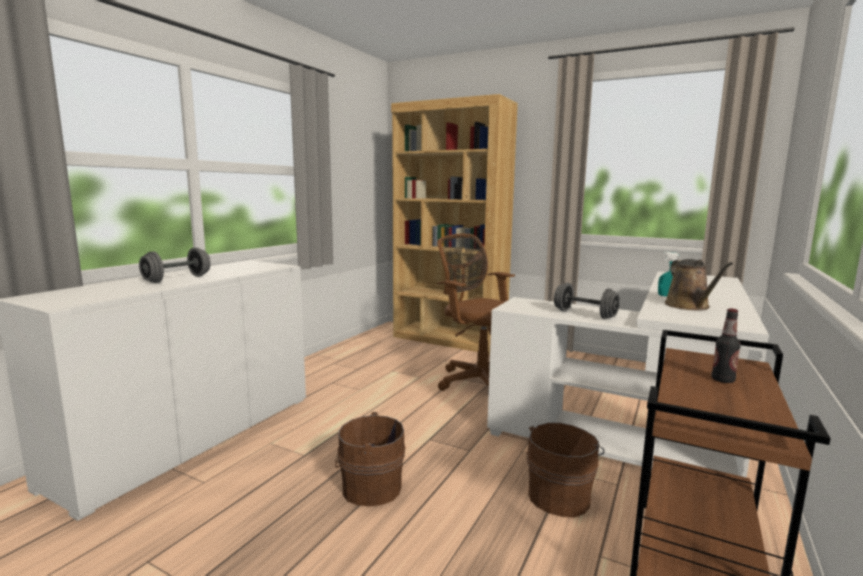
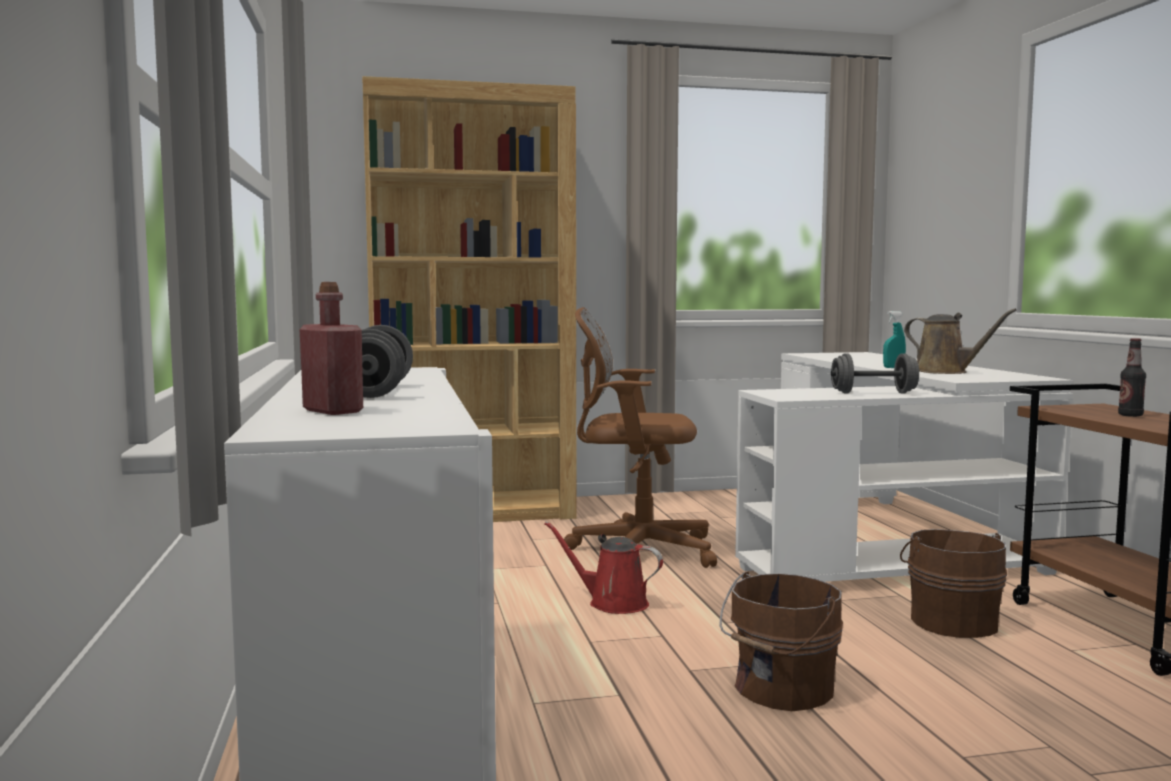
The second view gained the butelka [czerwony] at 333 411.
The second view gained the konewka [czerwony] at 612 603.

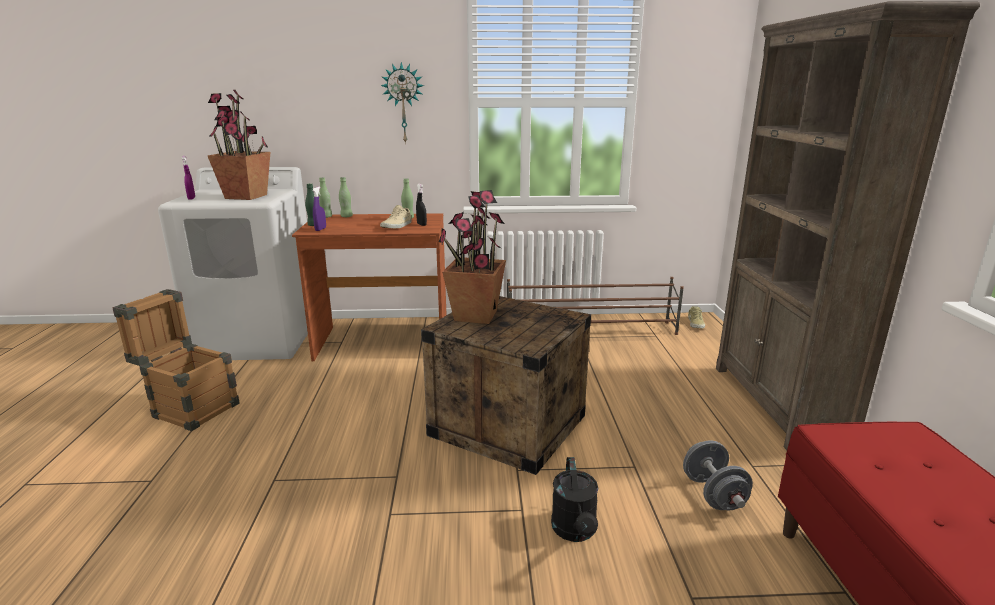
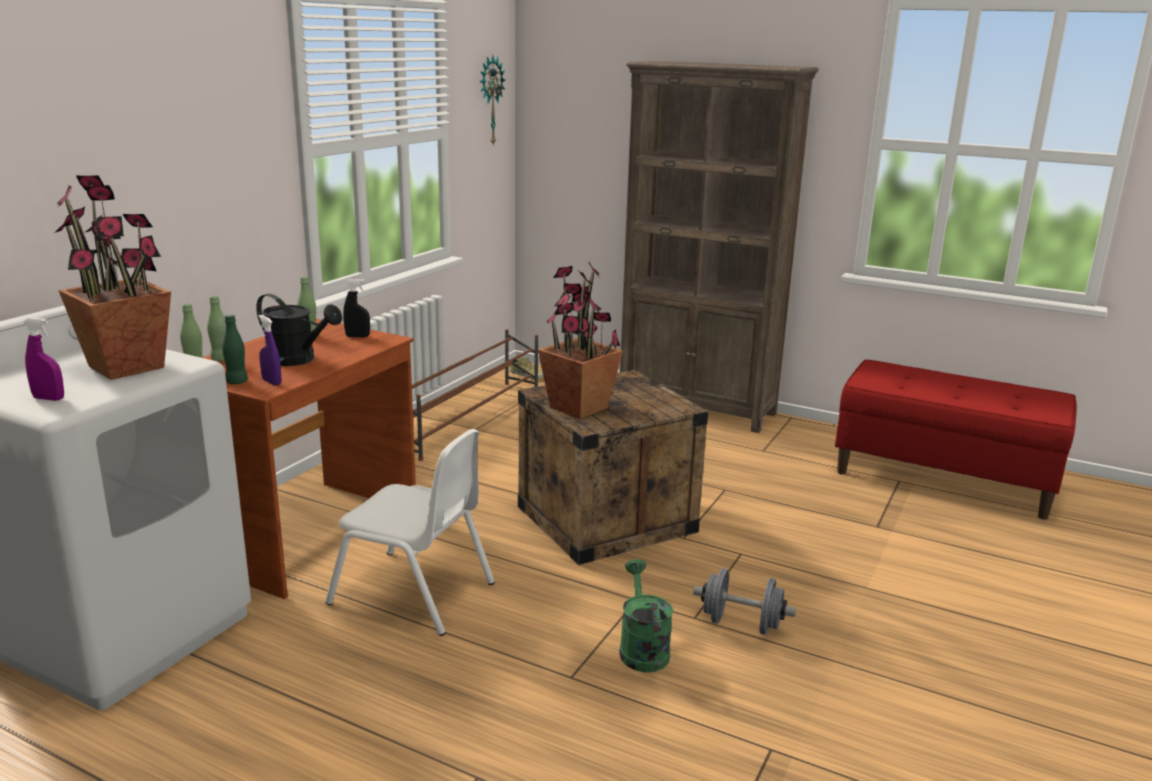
The second view lost the skrzynka at 190 408.
The second view lost the but [beżowy] at 397 226.
The zegar ścienny ended up elsewhere, having gone from 403 103 to 489 101.
The konewka [czarny] ended up elsewhere, having gone from 575 532 to 298 360.
The hantel [szary] ended up elsewhere, having gone from 713 494 to 741 624.
The second view gained the krzesło [biały] at 413 593.
The second view gained the konewka [zielony] at 642 648.

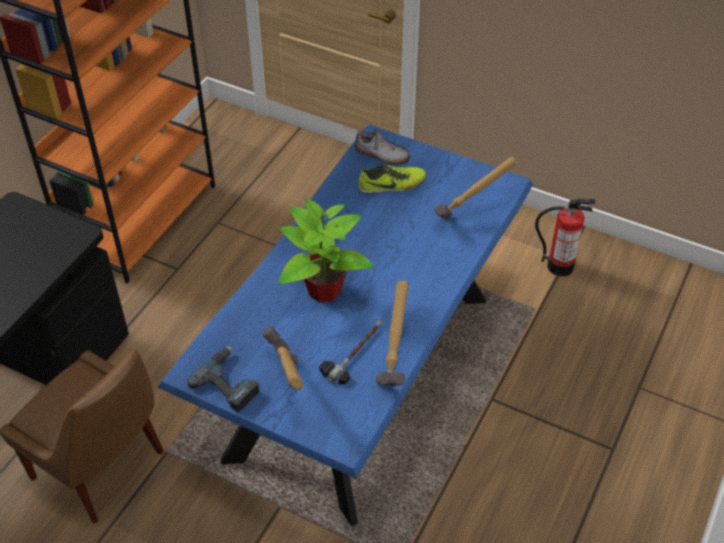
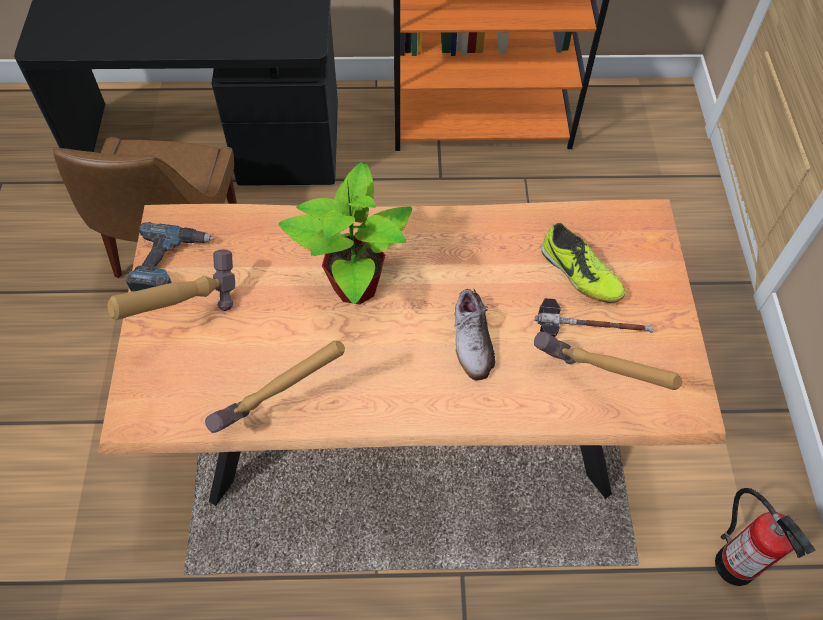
What was the stół jadalny [niebieski] at 362 377 turned into the stół jadalny [brązowy] at 409 415.
The młotek ended up elsewhere, having gone from 354 353 to 592 325.
The but ended up elsewhere, having gone from 381 154 to 471 341.

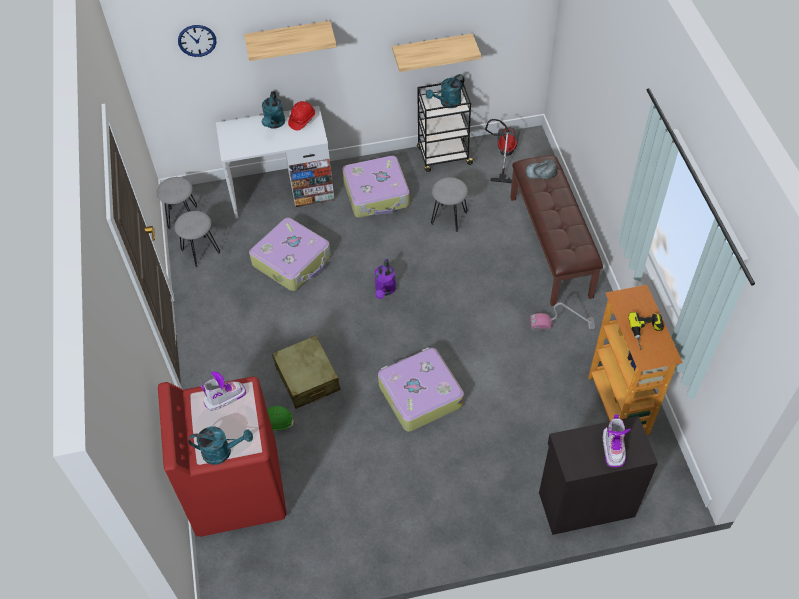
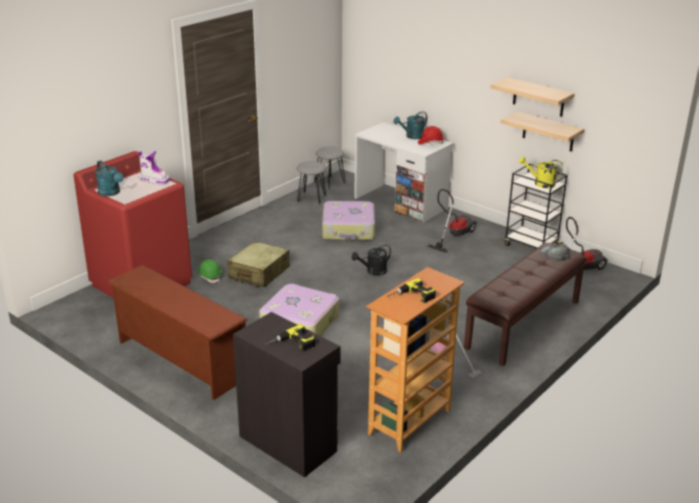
The second view lost the zegar ścienny at 197 40.
The półka ended up elsewhere, having gone from 289 39 to 538 97.
Where the walizka stood at 377 194, the odkurzacz came to stand at 453 235.
What was the konewka [fioletowy] at 385 290 turned into the konewka [czarny] at 373 272.
What was the konewka [turkusowy] at 447 103 turned into the konewka [żółty] at 540 183.
The second view lost the stołek [szary] at 449 217.
Where the but z cholewką stood at 613 448, the wiertarka came to stand at 291 344.
The second view gained the regał na buty [brązowy] at 180 360.

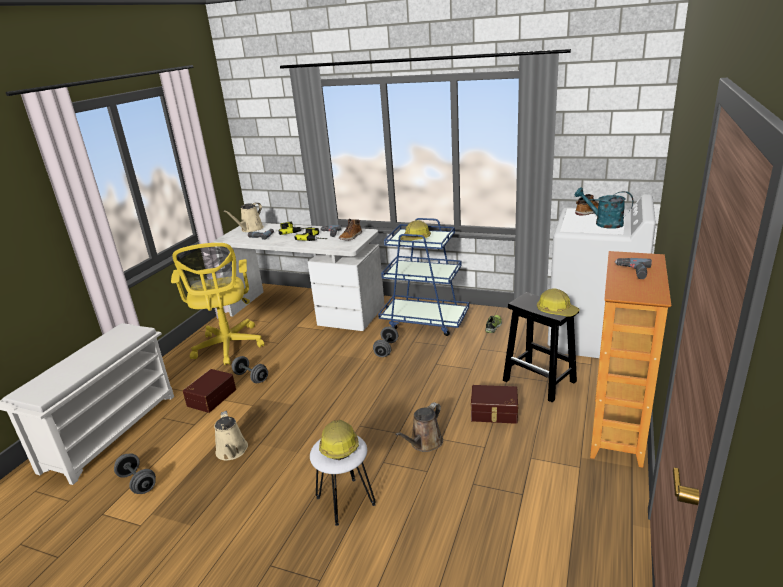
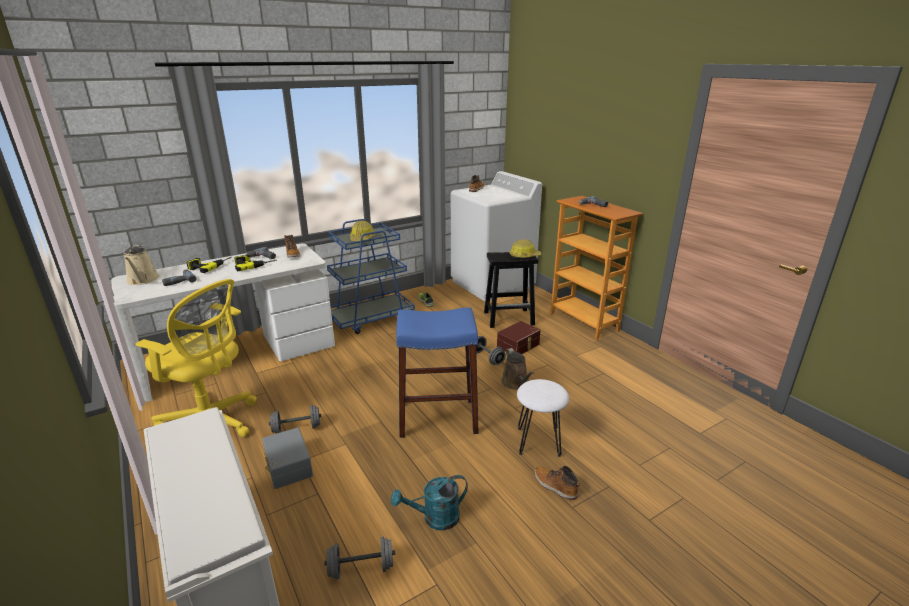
What was the pojemnik do przechowywania [brązowy] at 211 397 turned into the pojemnik do przechowywania [szary] at 287 466.
The second view lost the konewka [beżowy] at 232 451.
The second view lost the kask at 339 445.
The hantel [szary] ended up elsewhere, having gone from 386 349 to 487 358.
The konewka [turkusowy] ended up elsewhere, having gone from 603 223 to 435 518.
The second view gained the stołek [niebieski] at 438 417.
The second view gained the but z cholewką at 554 486.

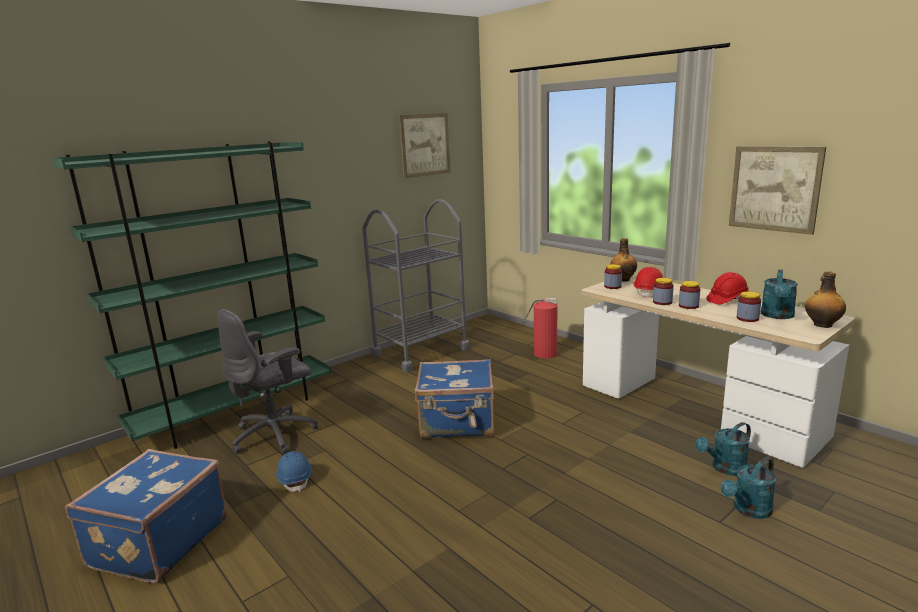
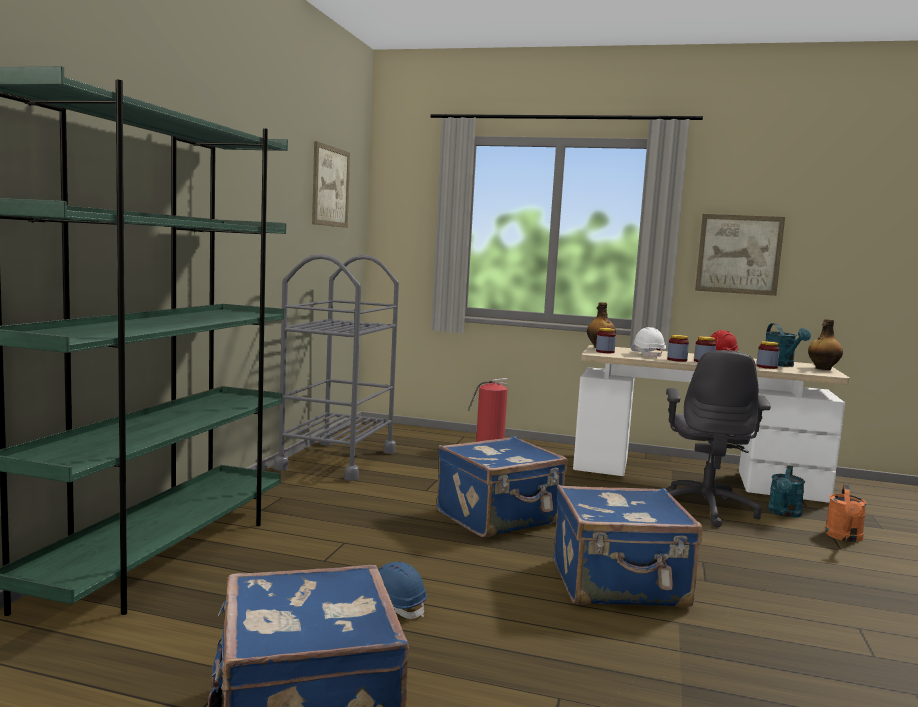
The krzesło biurowe [szary] ended up elsewhere, having gone from 276 434 to 706 509.
What was the kask [czerwony] at 649 292 turned into the kask [biały] at 647 354.
What was the konewka [turkusowy] at 748 510 turned into the konewka [pomarańczowy] at 844 537.
The second view gained the walizka [niebieski] at 620 585.

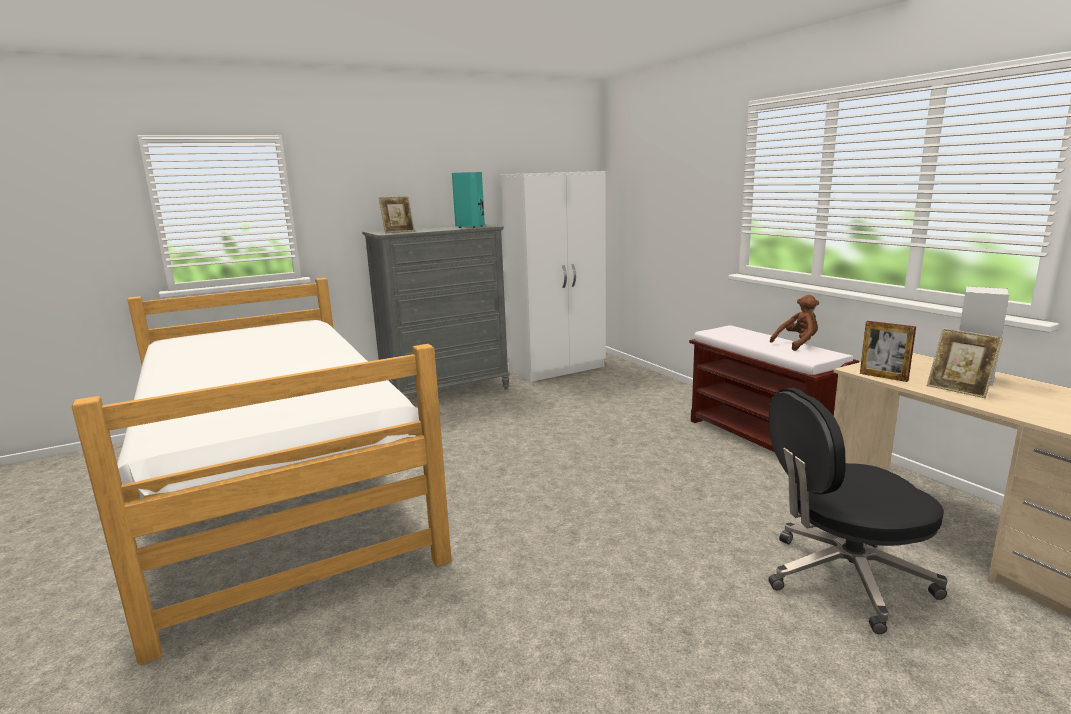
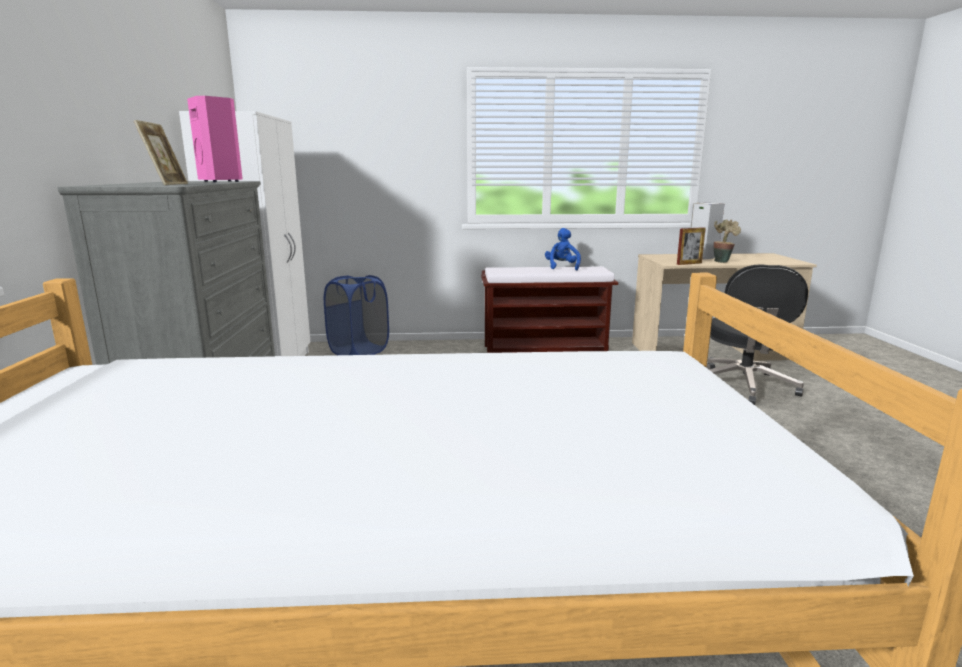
What was the głośnik [turkusowy] at 471 226 turned into the głośnik [różowy] at 221 181.
What was the pluszak [brązowy] at 797 344 turned into the pluszak [niebieski] at 562 267.
Where the ramka na zdjęcie stood at 958 390, the roślina doniczkowa came to stand at 722 261.
The second view gained the kosz na pranie [niebieski] at 359 351.

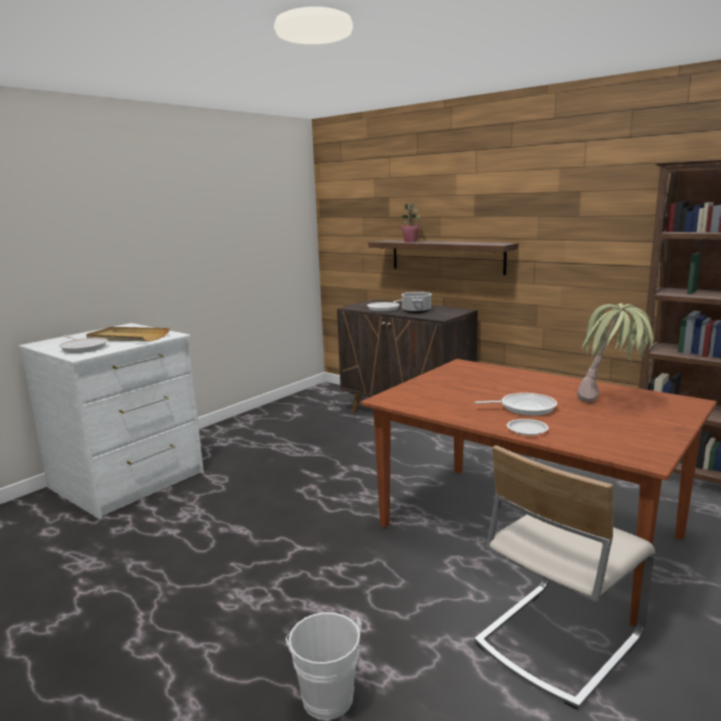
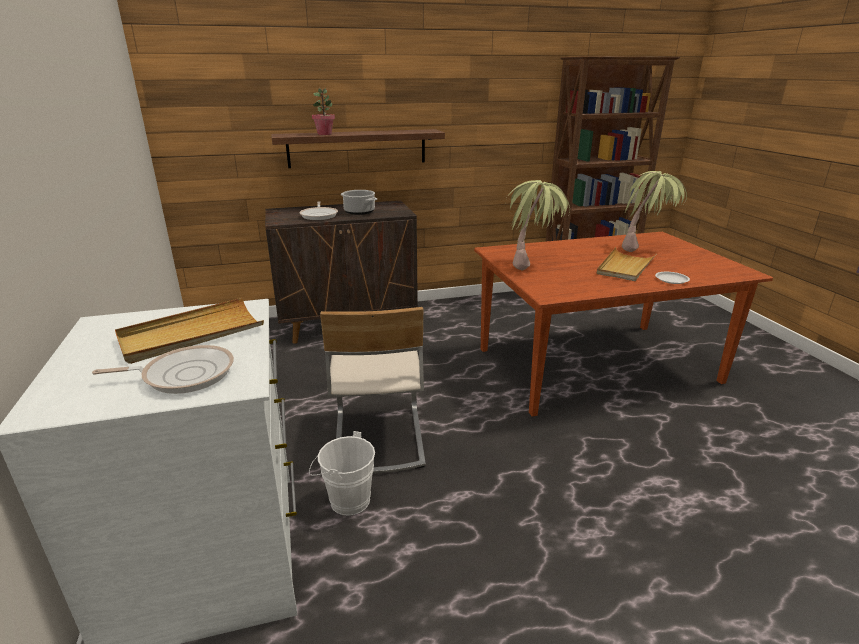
The wiadro [biały] ended up elsewhere, having gone from 326 694 to 345 499.
The krzesło [beżowy] ended up elsewhere, having gone from 557 639 to 377 438.
Where the patelnia stood at 524 407, the taca [beżowy] came to stand at 625 267.
The second view gained the roślina doniczkowa at 533 264.

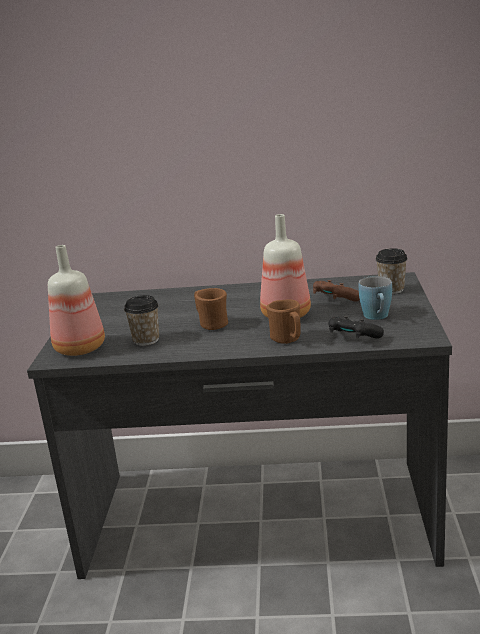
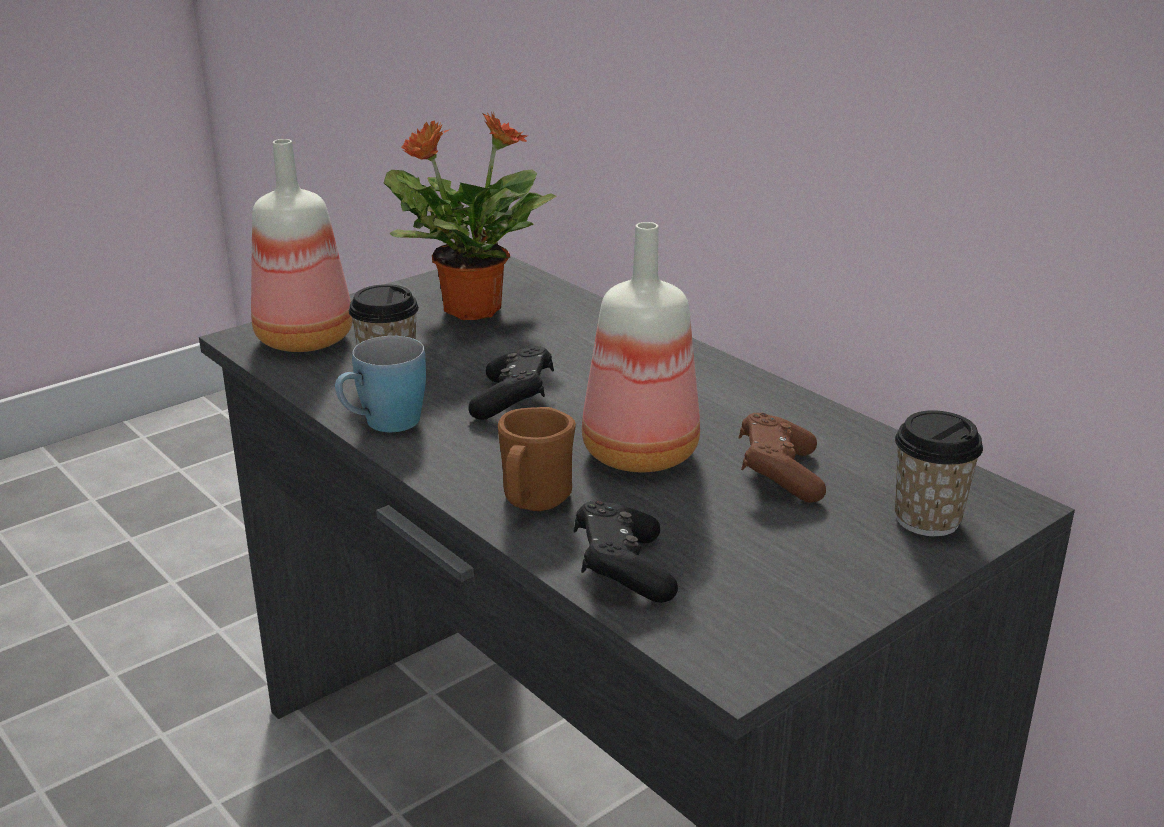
Where the kubek [brązowy] stood at 211 324, the pad do gier [czarny] came to stand at 513 401.
The kubek [niebieski] ended up elsewhere, having gone from 377 317 to 382 425.
The second view gained the roślina doniczkowa at 470 309.

